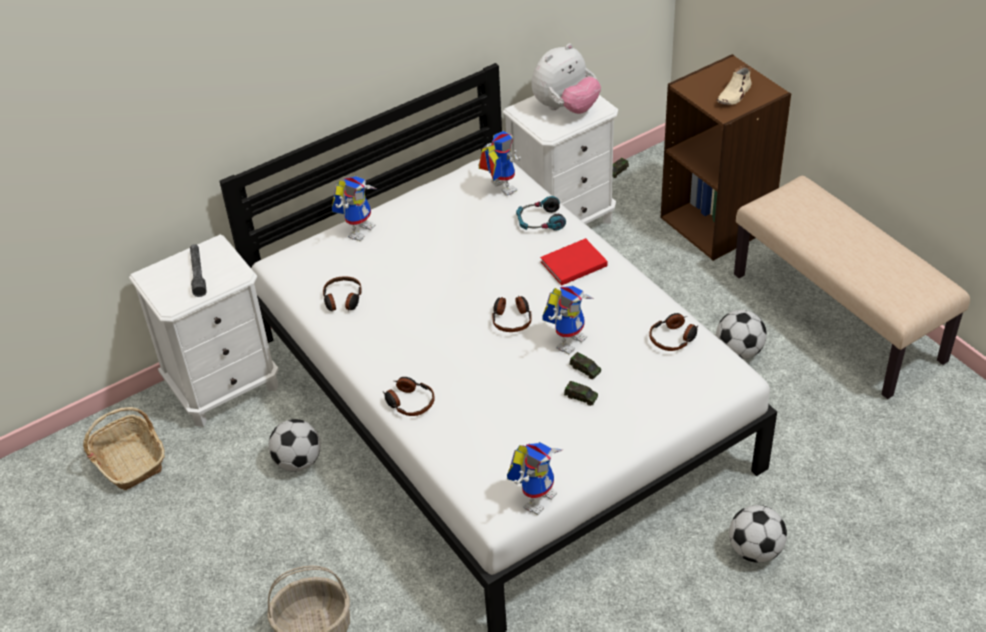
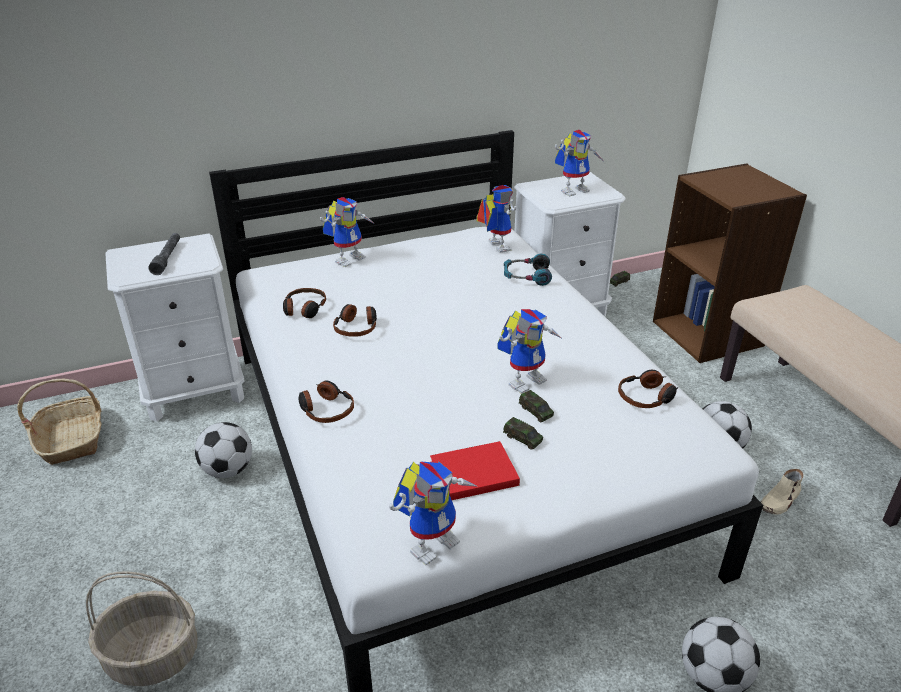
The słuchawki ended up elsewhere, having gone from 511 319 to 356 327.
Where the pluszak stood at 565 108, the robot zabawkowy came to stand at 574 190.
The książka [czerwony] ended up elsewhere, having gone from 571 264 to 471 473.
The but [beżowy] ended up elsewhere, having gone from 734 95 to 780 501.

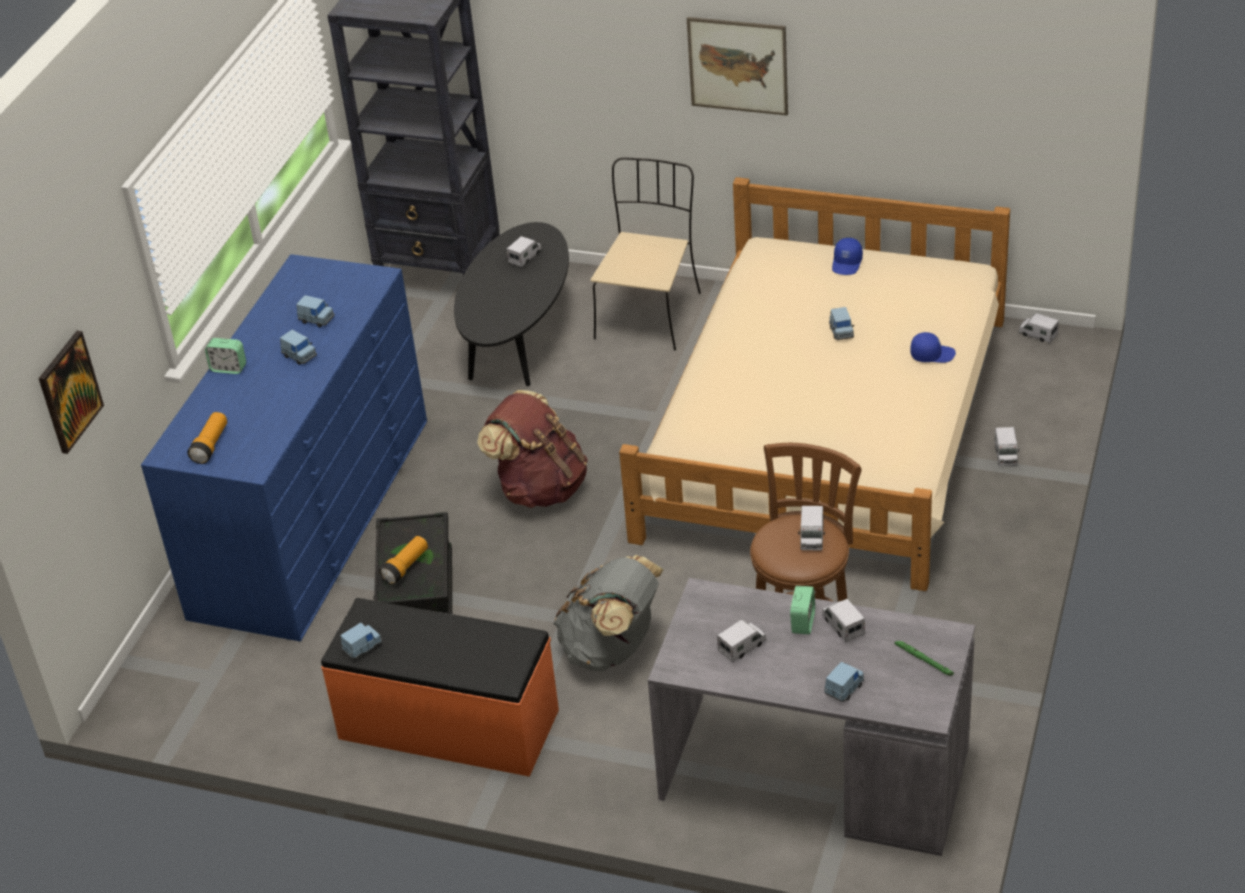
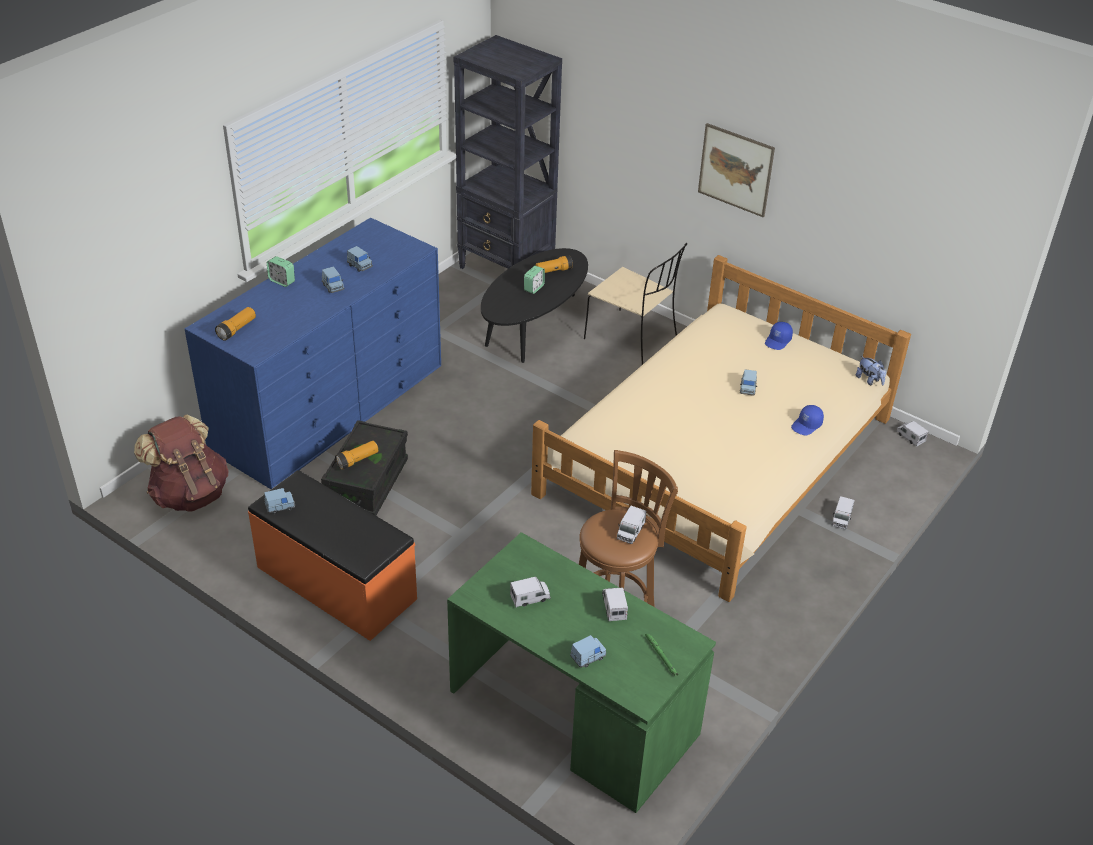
The second view lost the obraz at 69 391.
The plecak [brązowy] ended up elsewhere, having gone from 540 488 to 189 494.
Where the ciężarówka zabawkowa stood at 525 257, the latarka came to stand at 553 271.
The second view lost the plecak [szary] at 612 648.
The krzesło [beżowy] at 649 314 ended up facing another way, 90 degrees clockwise from before.
What was the biurko [szary] at 811 775 turned into the biurko [zielony] at 571 713.
The budzik ended up elsewhere, having gone from 803 622 to 534 288.
The czapka z daszkiem [niebieski] at 932 354 ended up facing another way, 120 degrees clockwise from before.
The second view gained the pluszak at 869 380.

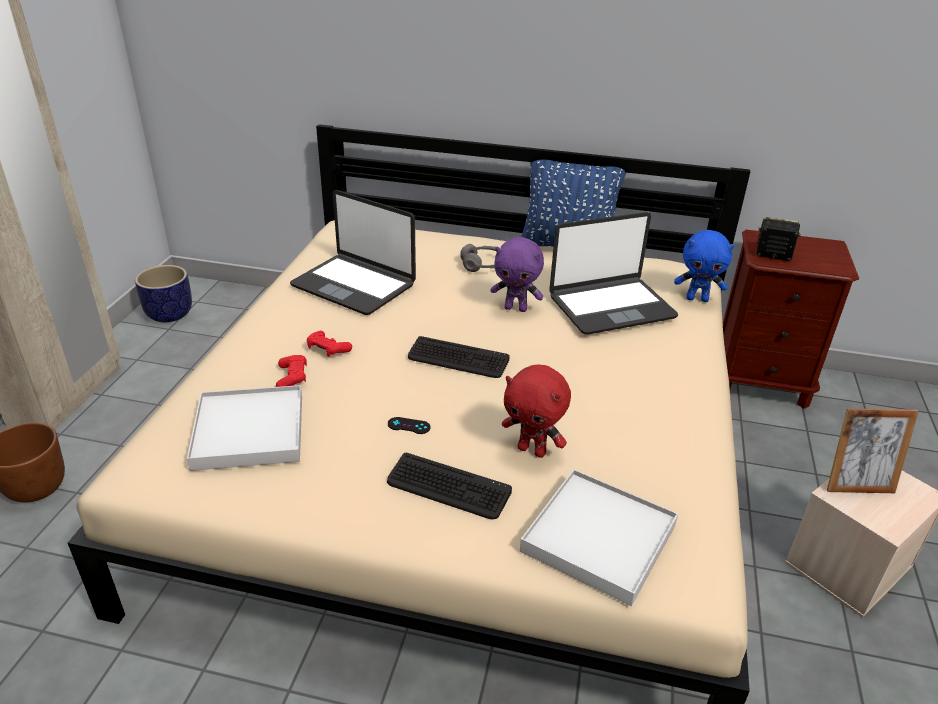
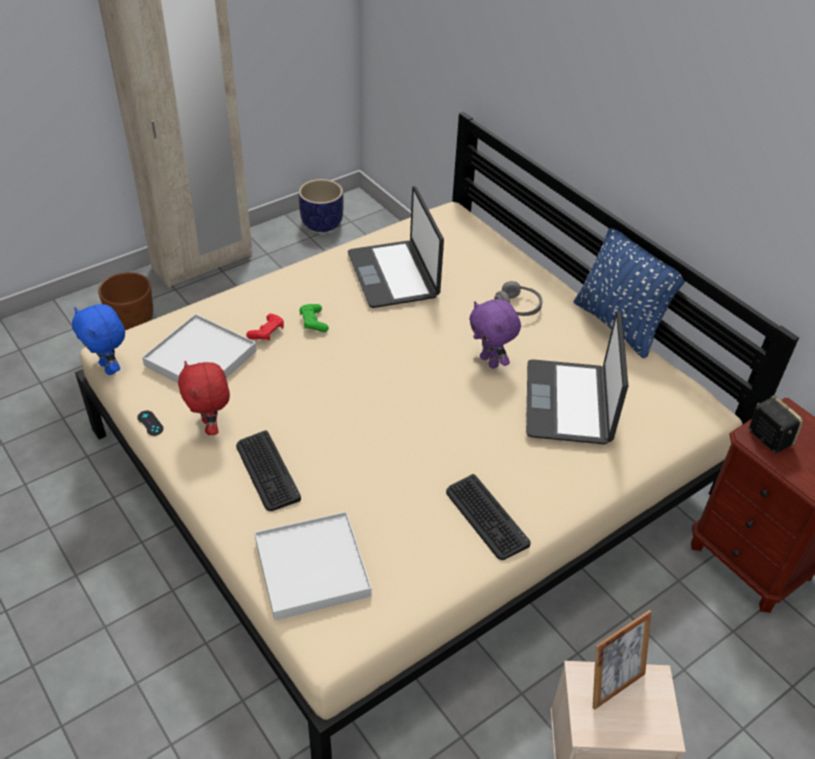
What was the pad do gier [czerwony] at 328 349 turned into the pad do gier [zielony] at 313 322.
The pad do gier [czarny] ended up elsewhere, having gone from 409 426 to 150 423.
The klawiatura ended up elsewhere, having gone from 458 359 to 486 517.
The pluszak [czerwony] ended up elsewhere, having gone from 532 450 to 211 427.
The laptop at 610 306 ended up facing another way, 75 degrees clockwise from before.
The pluszak [niebieski] ended up elsewhere, having gone from 697 299 to 109 368.
The ramka na zdjęcie at 856 485 ended up facing another way, 75 degrees counterclockwise from before.

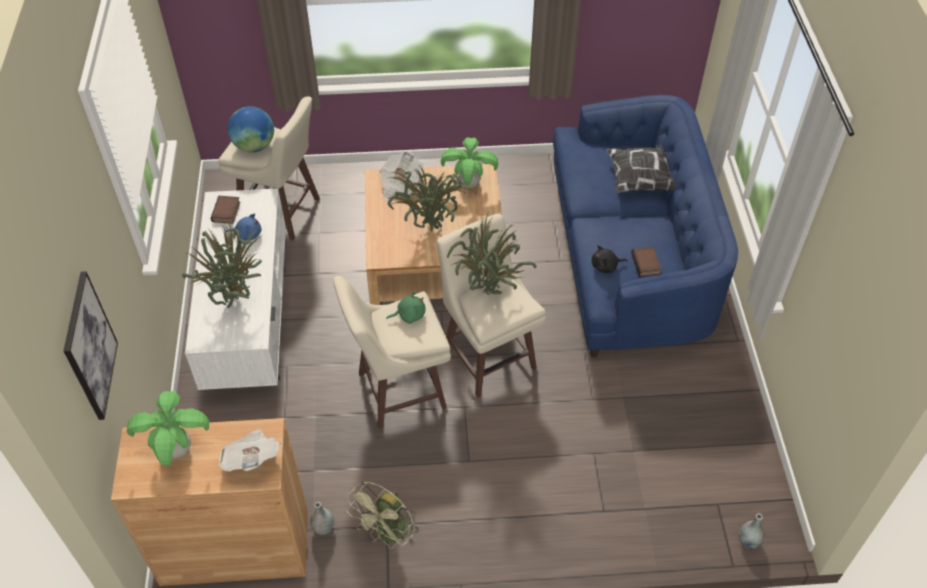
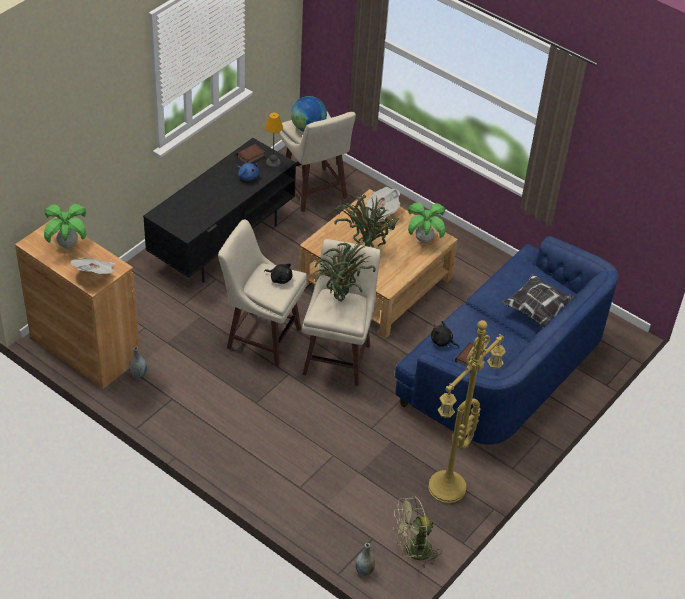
The second view lost the obraz at 89 346.
The second view lost the roślina doniczkowa at 236 299.
What was the szafka pod telewizor [biały] at 249 323 turned into the szafka pod telewizor [czarny] at 222 241.
The wentylator [zielony] ended up elsewhere, having gone from 388 534 to 413 551.
What was the pluszak [zielony] at 409 315 turned into the pluszak [czarny] at 280 278.
The second view gained the lampa stołowa at 272 163.
The second view gained the lampa stojąca [żółty] at 448 490.

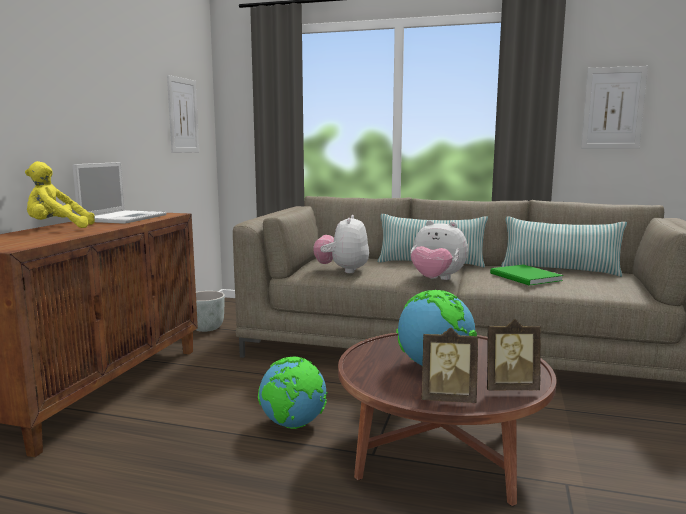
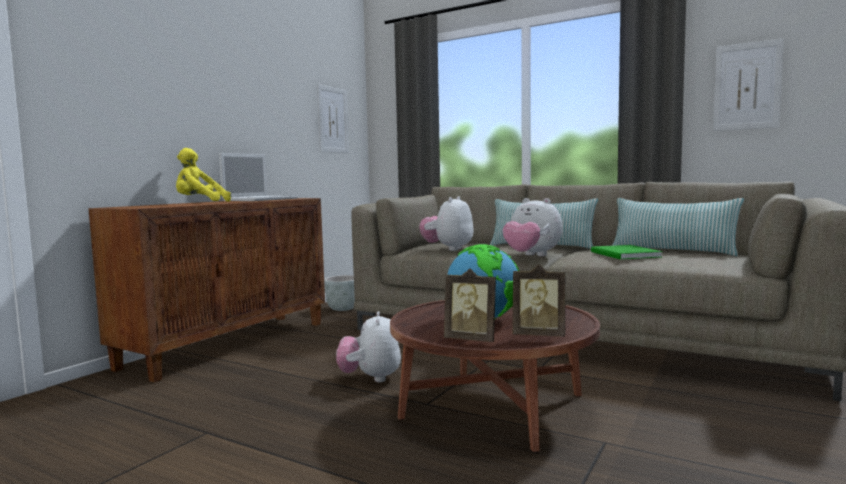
Where the globus stood at 293 425, the pluszak came to stand at 370 378.

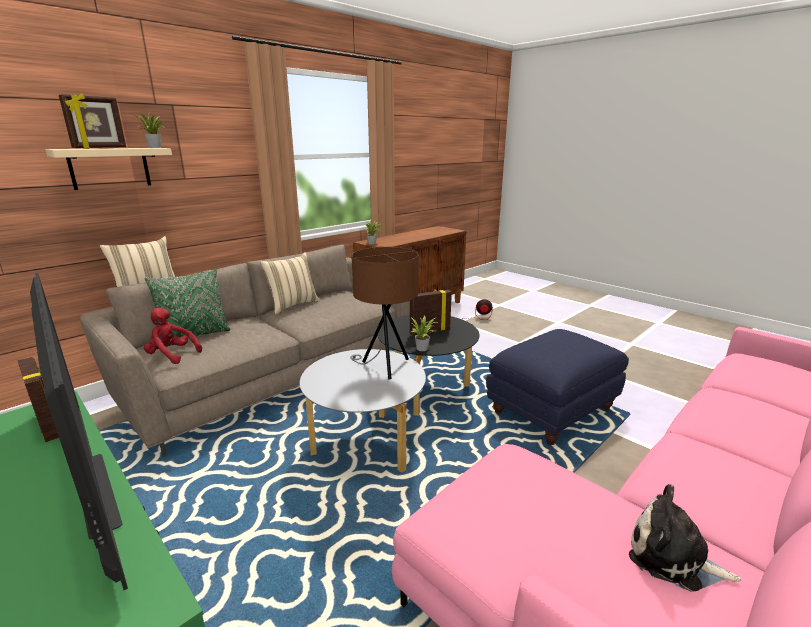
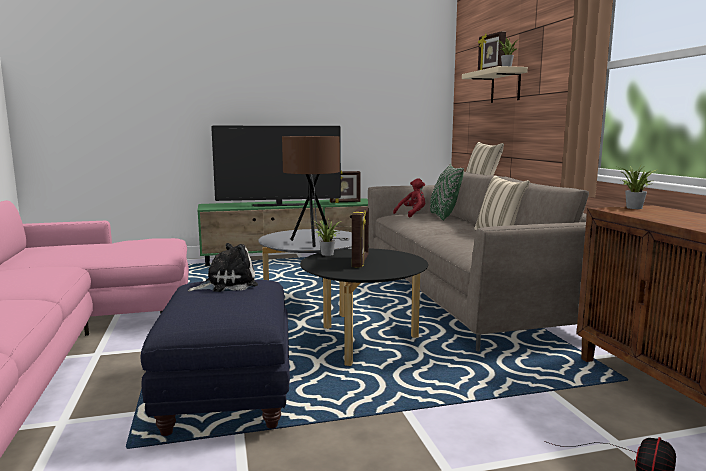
The pluszak ended up elsewhere, having gone from 672 557 to 227 284.

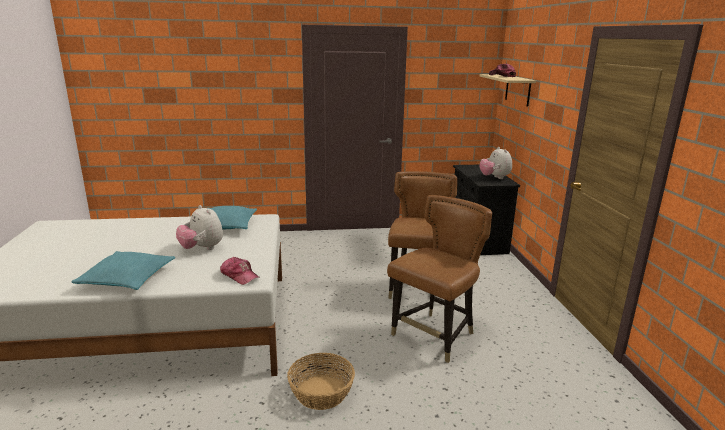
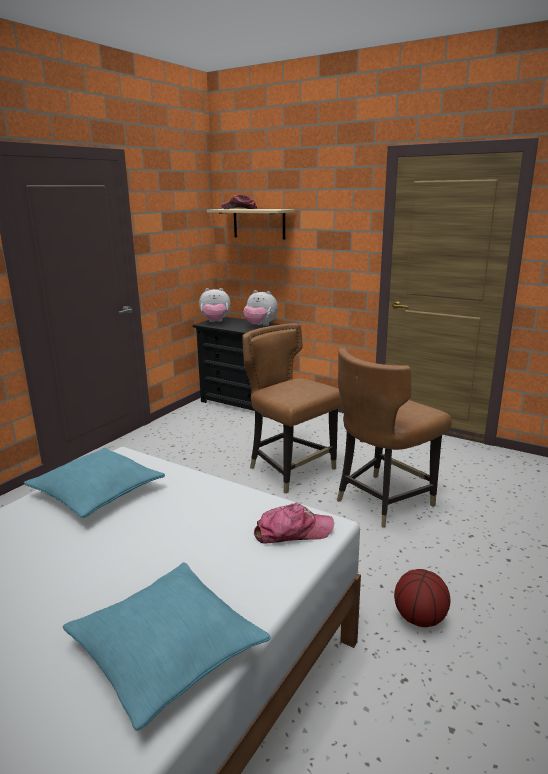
The pluszak ended up elsewhere, having gone from 202 249 to 215 322.
Where the koszyk stood at 322 392, the piłka do koszykówki came to stand at 420 618.
The krzesło [brązowy] at 435 336 ended up facing another way, 120 degrees counterclockwise from before.

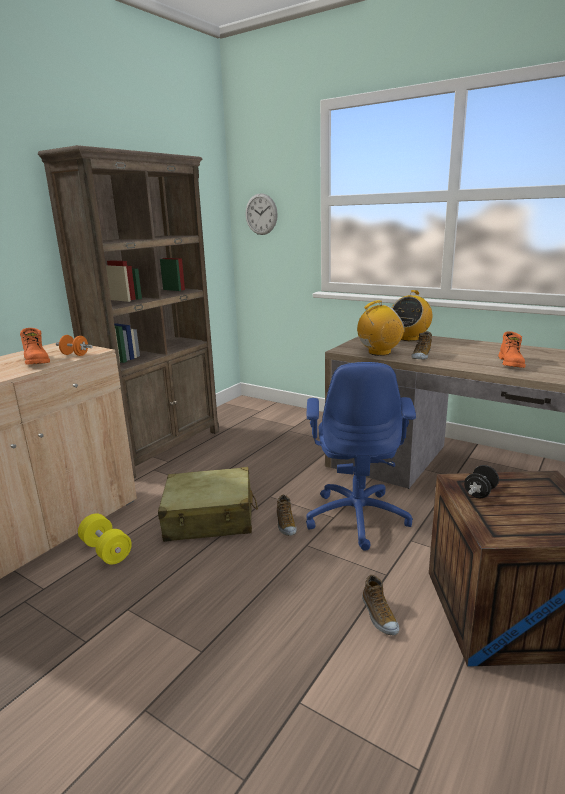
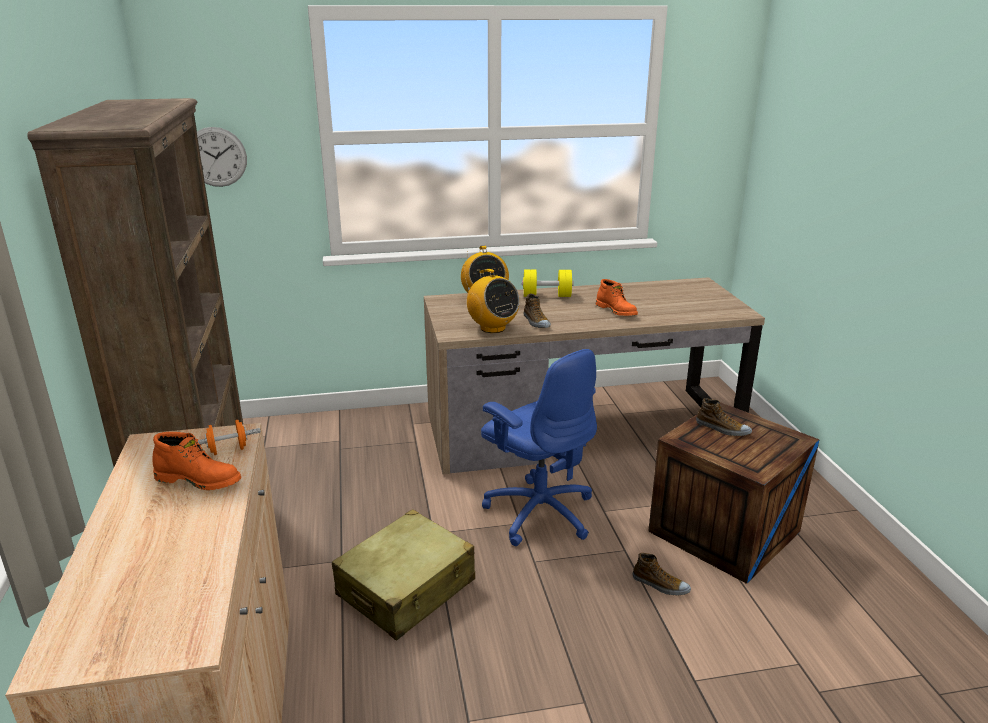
The hantel [żółty] ended up elsewhere, having gone from 106 551 to 547 296.
The but ended up elsewhere, having gone from 285 524 to 722 429.
The radio at 379 352 ended up facing another way, 120 degrees clockwise from before.
The second view lost the hantel [czarny] at 480 492.

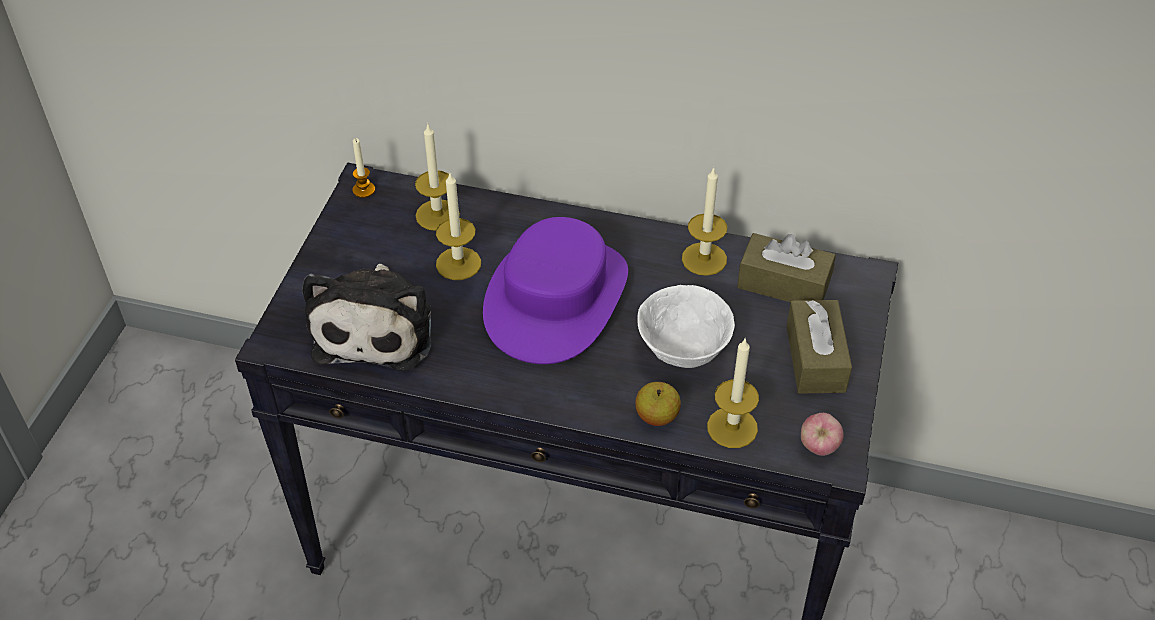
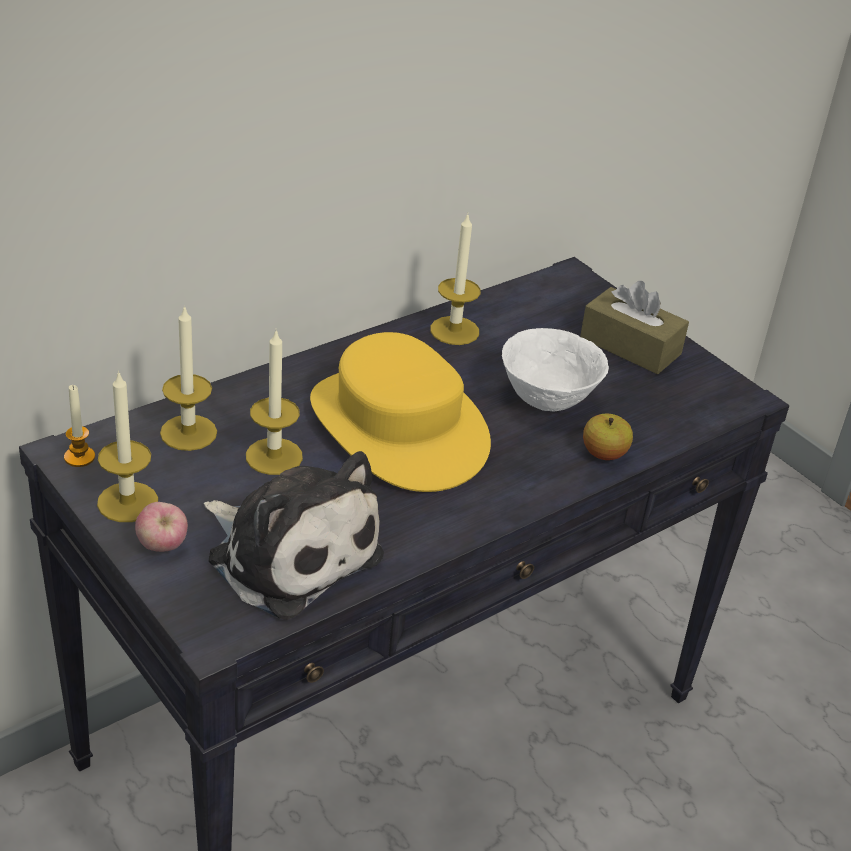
What was the kapelusz [fioletowy] at 555 298 turned into the kapelusz [żółty] at 397 427.
The świeca ended up elsewhere, having gone from 732 427 to 127 502.
The second view lost the pudełko chusteczek [brązowy] at 783 284.
The jabłko ended up elsewhere, having gone from 818 447 to 162 546.

